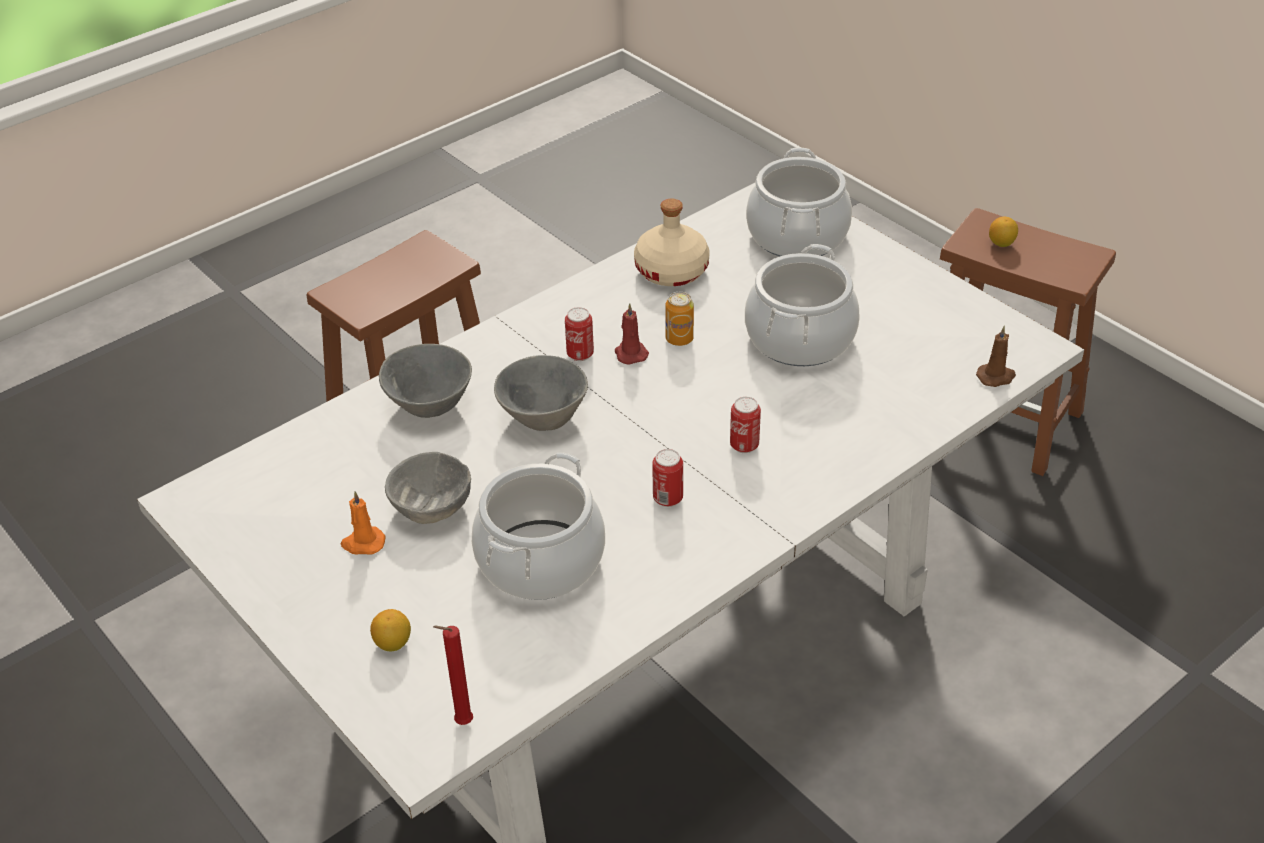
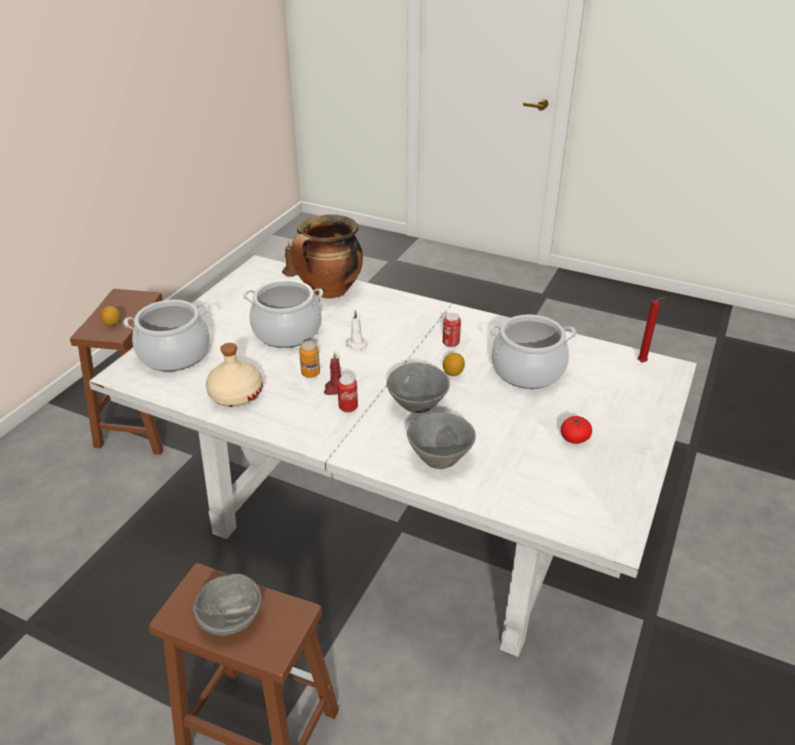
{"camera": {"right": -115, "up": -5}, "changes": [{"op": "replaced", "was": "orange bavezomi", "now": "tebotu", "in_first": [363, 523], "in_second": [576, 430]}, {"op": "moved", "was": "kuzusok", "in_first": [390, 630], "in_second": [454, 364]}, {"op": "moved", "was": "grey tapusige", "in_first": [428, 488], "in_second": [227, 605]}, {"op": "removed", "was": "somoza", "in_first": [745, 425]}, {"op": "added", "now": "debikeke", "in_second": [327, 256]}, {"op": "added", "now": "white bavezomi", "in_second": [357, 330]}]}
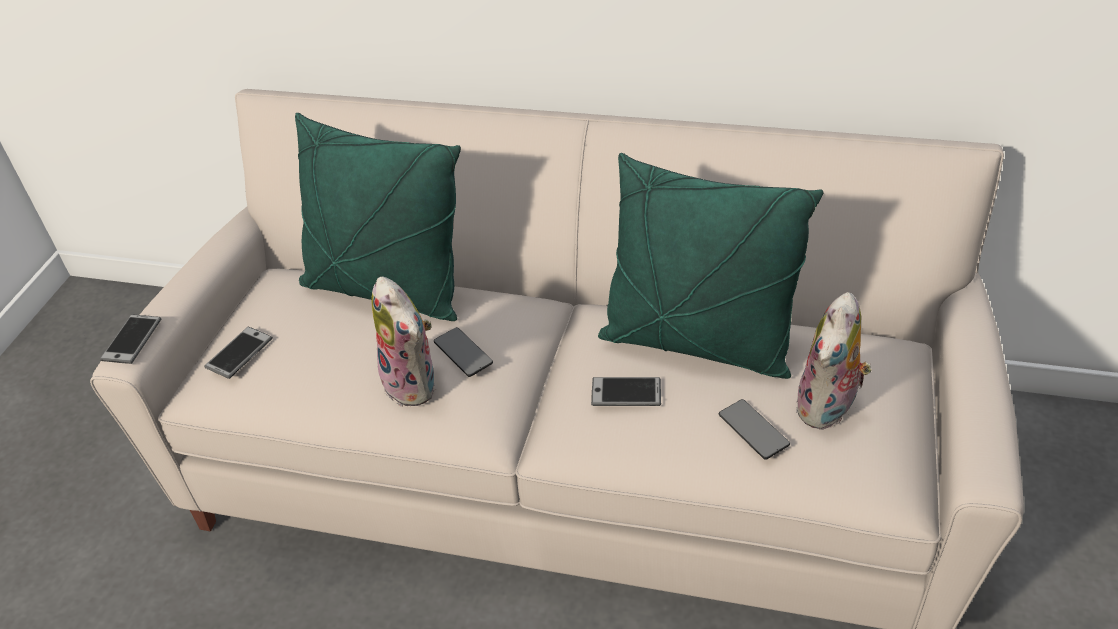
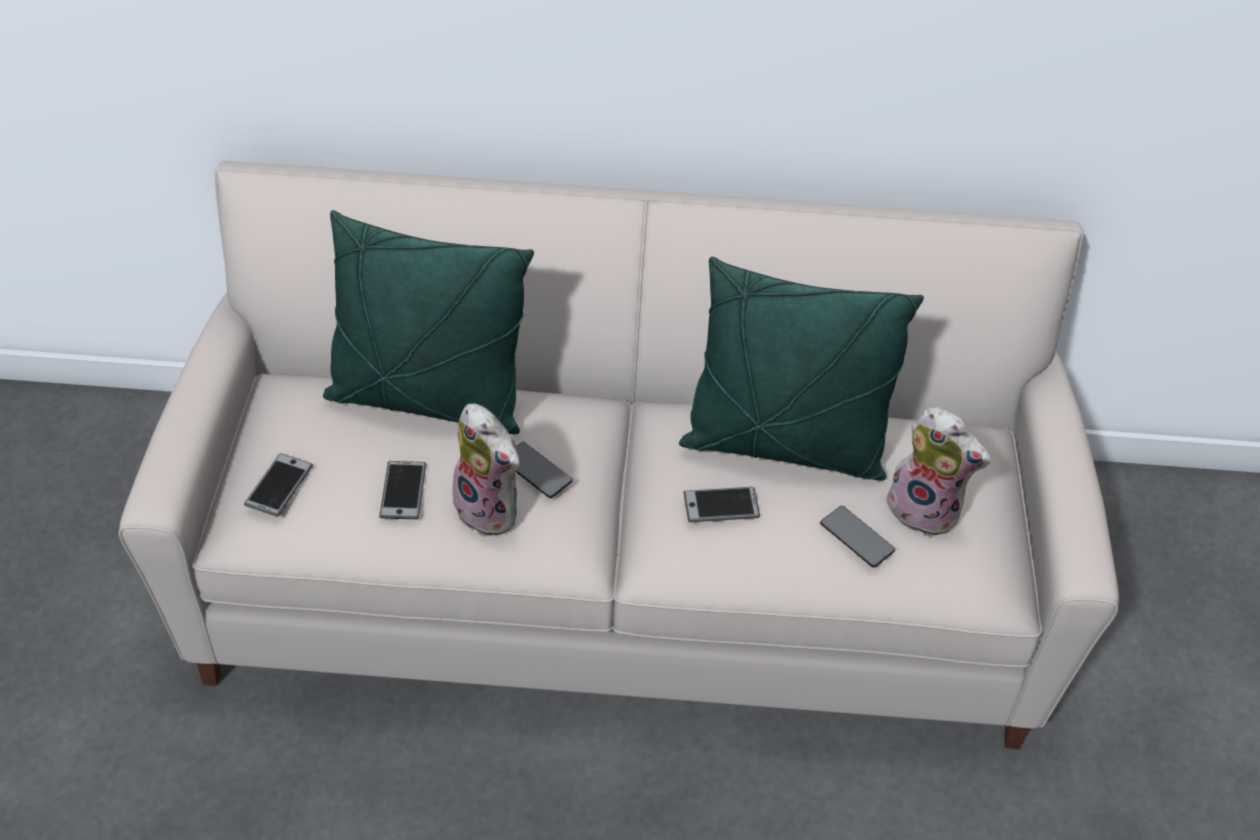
{"camera": {"right": -15, "up": 5}, "changes": [{"op": "moved", "was": "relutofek", "in_first": [130, 339], "in_second": [402, 490]}, {"op": "turned", "was": "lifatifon", "in_first": [834, 361], "in_second": [937, 472], "clockwise": -75}]}
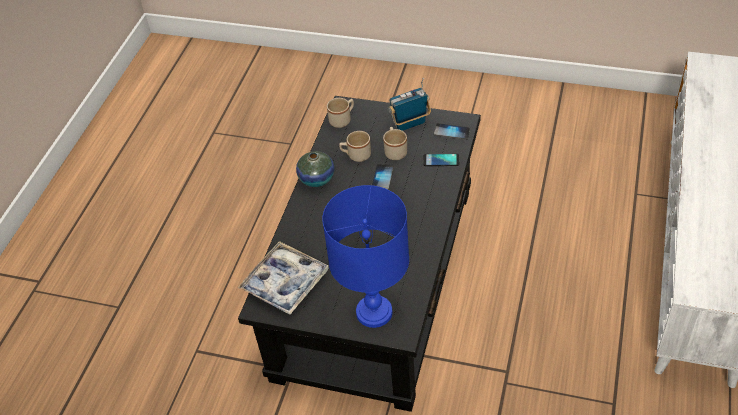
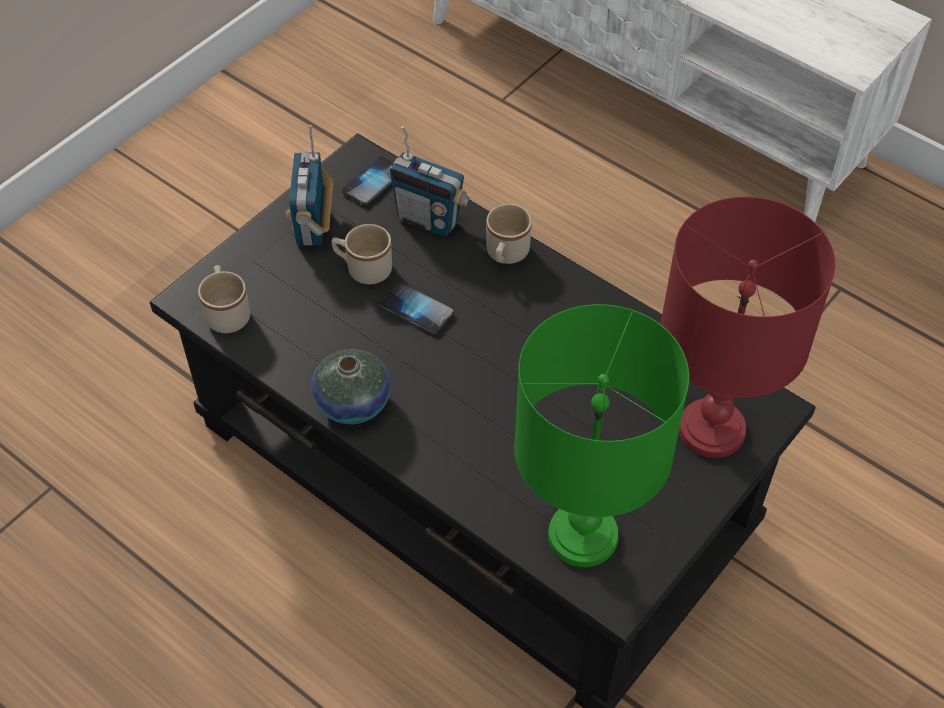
{"camera": {"right": -70, "up": 5}, "changes": [{"op": "replaced", "was": "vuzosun", "now": "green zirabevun", "in_first": [283, 278], "in_second": [601, 435]}, {"op": "recoloured", "was": "blue zirabevun", "now": "red zirabevun", "in_first": [365, 256], "in_second": [748, 327]}, {"op": "moved", "was": "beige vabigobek", "in_first": [355, 146], "in_second": [509, 234]}, {"op": "replaced", "was": "relutofek", "now": "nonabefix", "in_first": [441, 160], "in_second": [429, 181]}]}
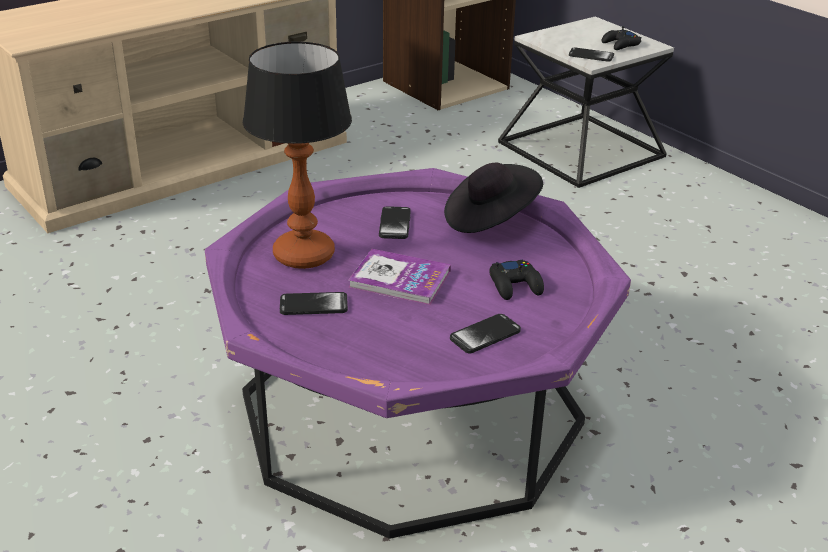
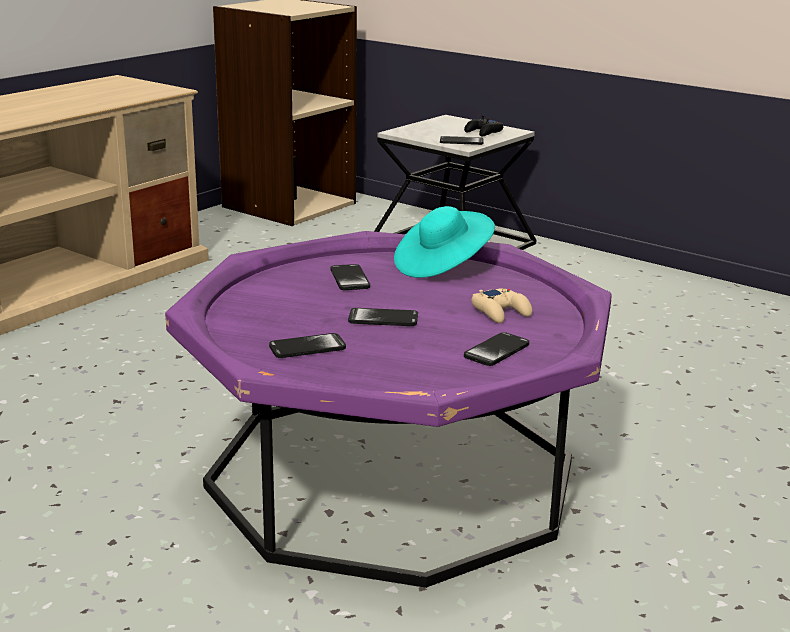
{"camera": {"right": -15, "up": -10}, "changes": [{"op": "removed", "was": "zirabevun", "in_first": [297, 155]}, {"op": "replaced", "was": "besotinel", "now": "relutofek", "in_first": [399, 277], "in_second": [383, 317]}, {"op": "recoloured", "was": "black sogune", "now": "turquoise sogune", "in_first": [493, 198], "in_second": [444, 242]}, {"op": "recoloured", "was": "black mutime", "now": "beige mutime", "in_first": [516, 280], "in_second": [501, 305]}]}
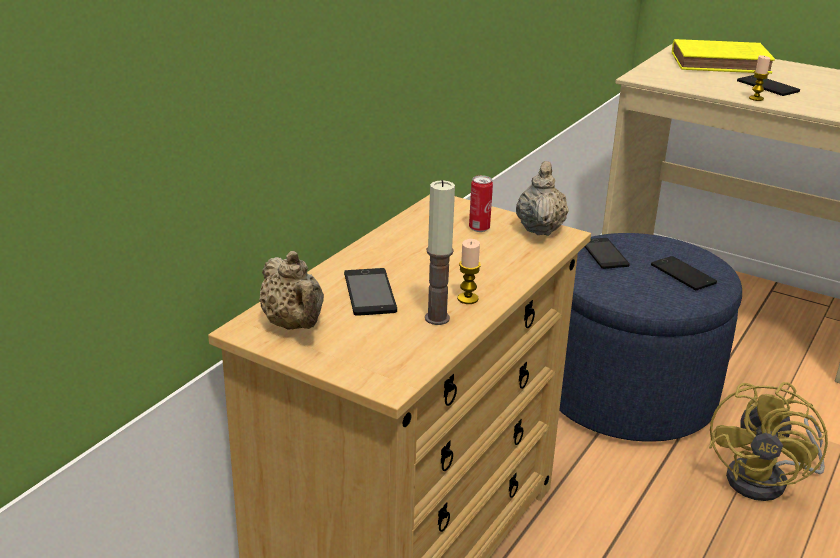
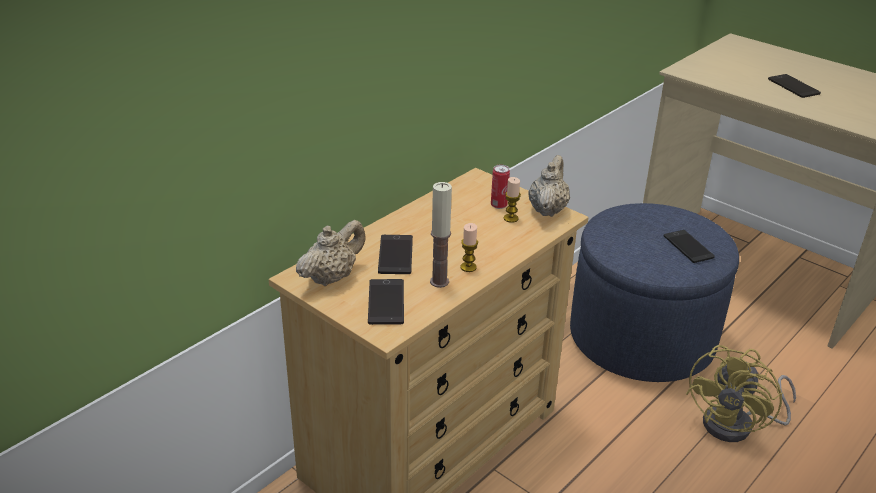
{"camera": {"right": 10, "up": 5}, "changes": [{"op": "turned", "was": "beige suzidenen", "in_first": [291, 290], "in_second": [331, 253], "clockwise": -120}, {"op": "moved", "was": "relutofek", "in_first": [607, 253], "in_second": [386, 302]}, {"op": "removed", "was": "yellow besotinel", "in_first": [723, 56]}, {"op": "moved", "was": "bavezomi", "in_first": [759, 78], "in_second": [512, 200]}]}
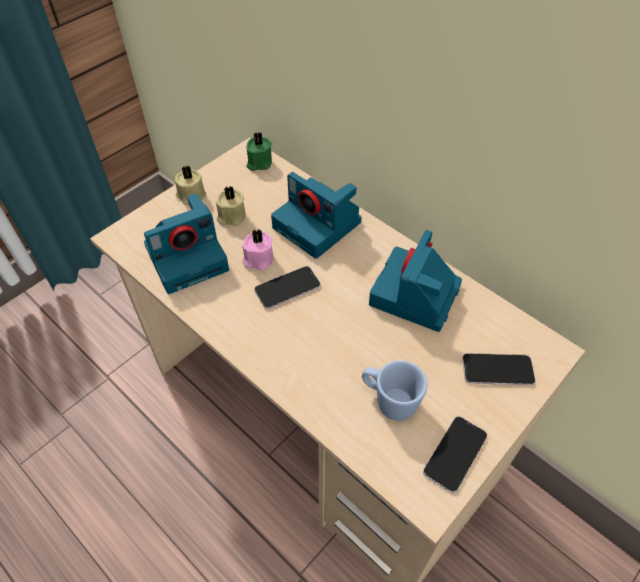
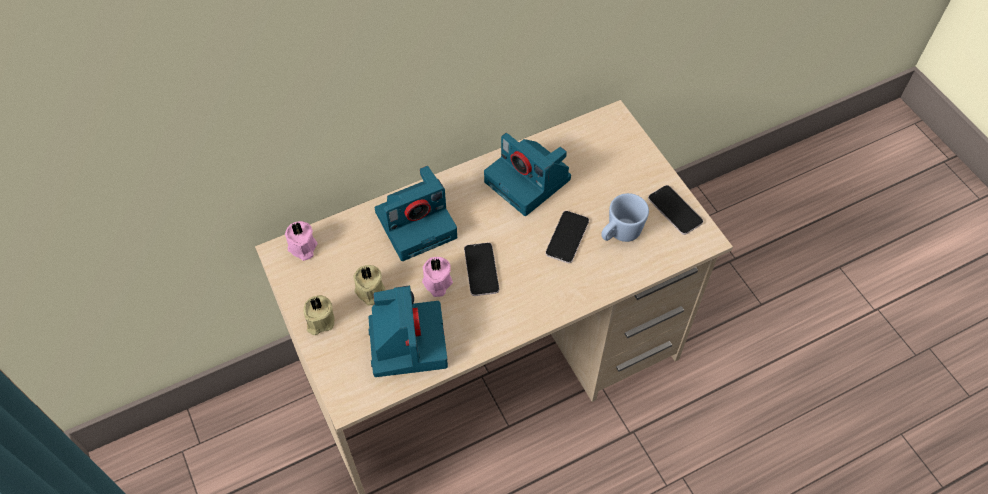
{"camera": {"right": -70, "up": 5}, "changes": [{"op": "recoloured", "was": "green bavezomi", "now": "pink bavezomi", "in_first": [259, 151], "in_second": [301, 241]}, {"op": "moved", "was": "relutofek", "in_first": [499, 369], "in_second": [567, 237]}]}
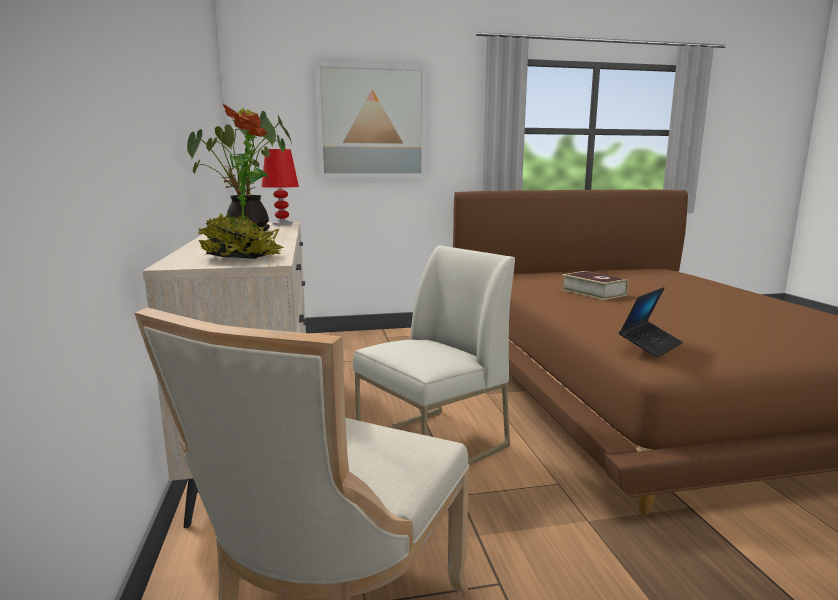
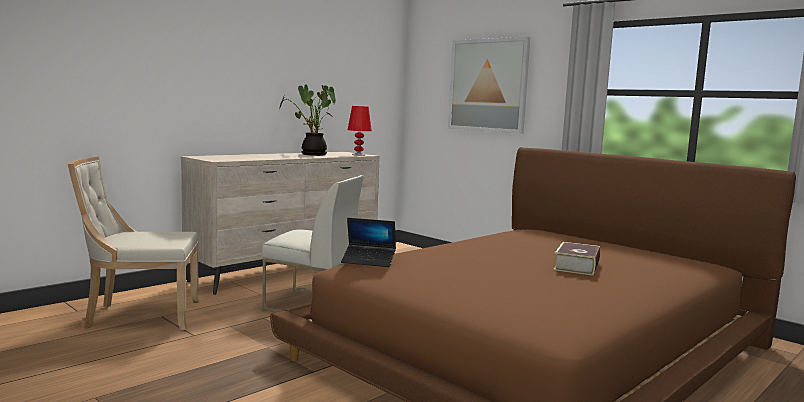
{"camera": {"right": 55, "up": -5}, "changes": [{"op": "removed", "was": "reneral", "in_first": [240, 181]}, {"op": "moved", "was": "besotinel", "in_first": [594, 285], "in_second": [576, 259]}]}
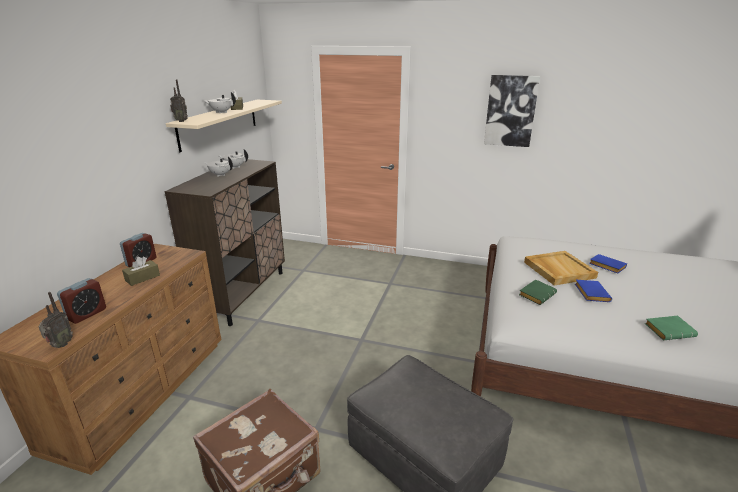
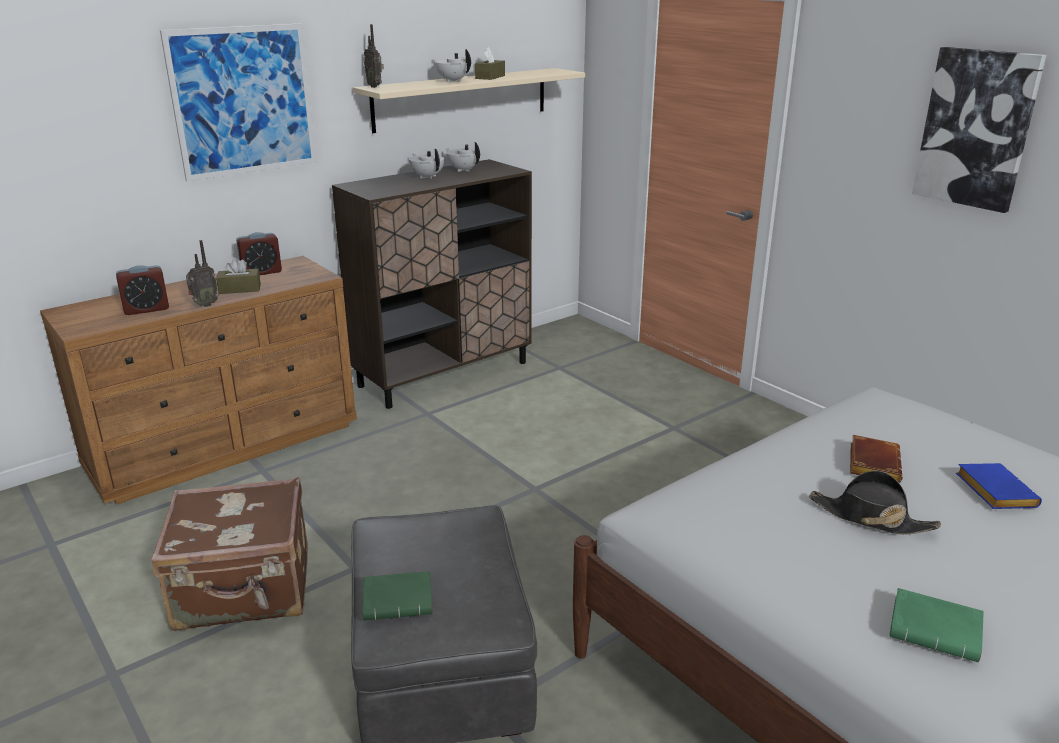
{"camera": {"right": 35, "up": 0}, "changes": [{"op": "moved", "was": "nonabefix", "in_first": [56, 320], "in_second": [202, 273]}, {"op": "moved", "was": "green besotinel", "in_first": [538, 292], "in_second": [397, 596]}, {"op": "replaced", "was": "beige vuzosun", "now": "brown besotinel", "in_first": [561, 268], "in_second": [876, 459]}, {"op": "replaced", "was": "blue besotinel", "now": "black sogune", "in_first": [593, 291], "in_second": [875, 502]}, {"op": "added", "now": "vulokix", "in_second": [238, 102]}]}
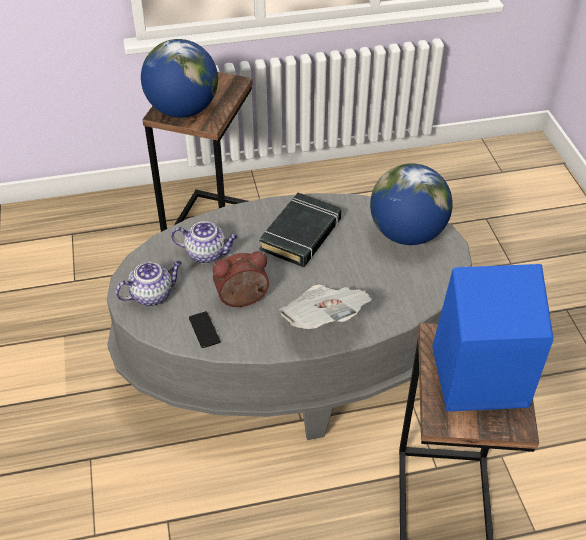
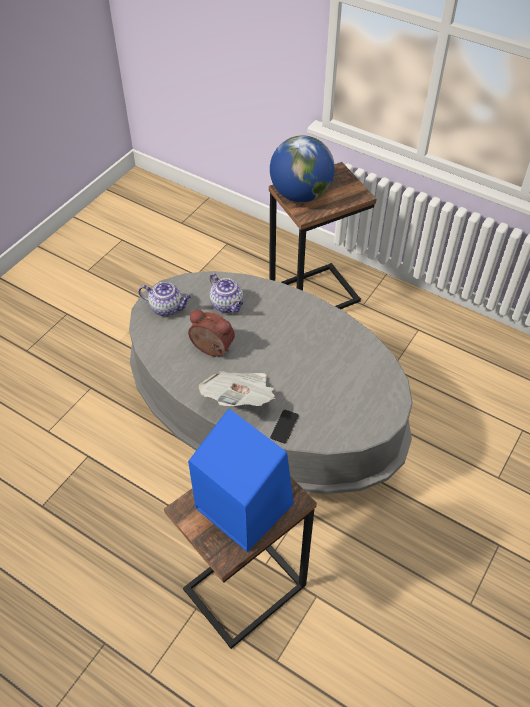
{"camera": {"right": 45, "up": 5}, "changes": [{"op": "moved", "was": "relutofek", "in_first": [205, 329], "in_second": [284, 426]}, {"op": "removed", "was": "black besotinel", "in_first": [300, 230]}, {"op": "removed", "was": "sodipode", "in_first": [411, 204]}]}
